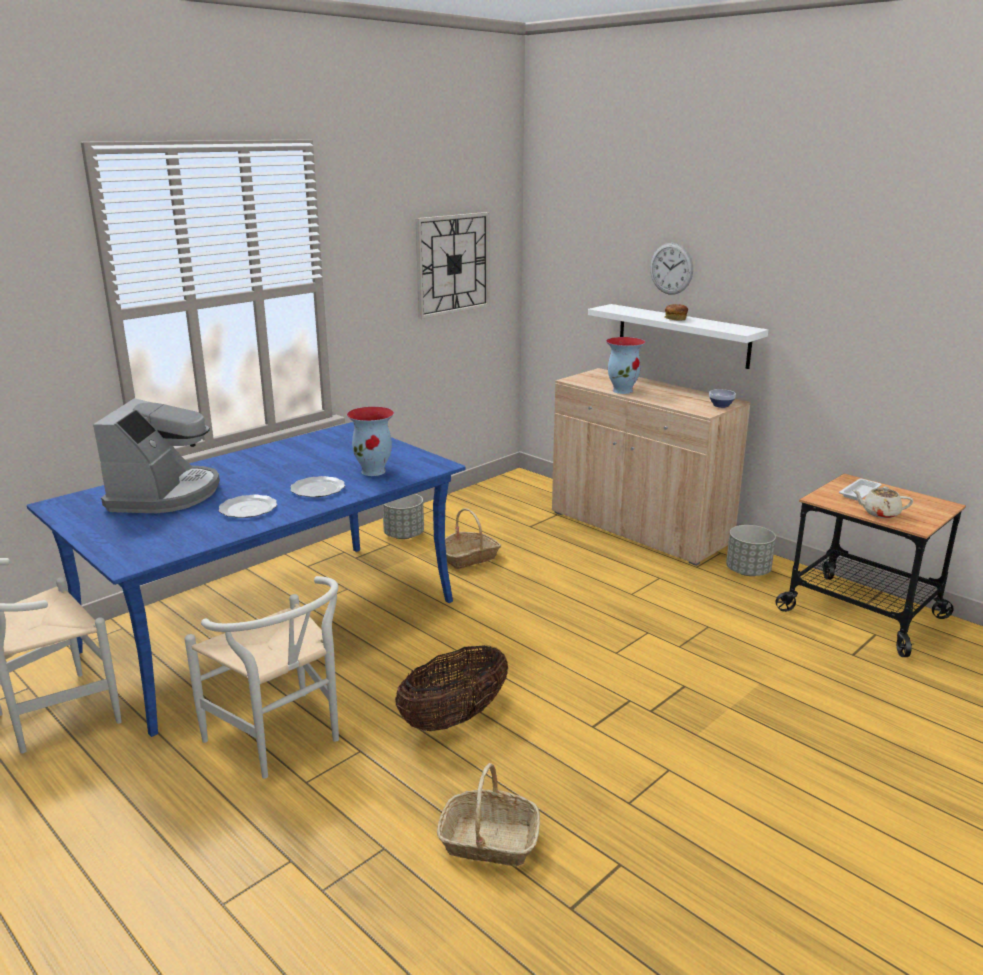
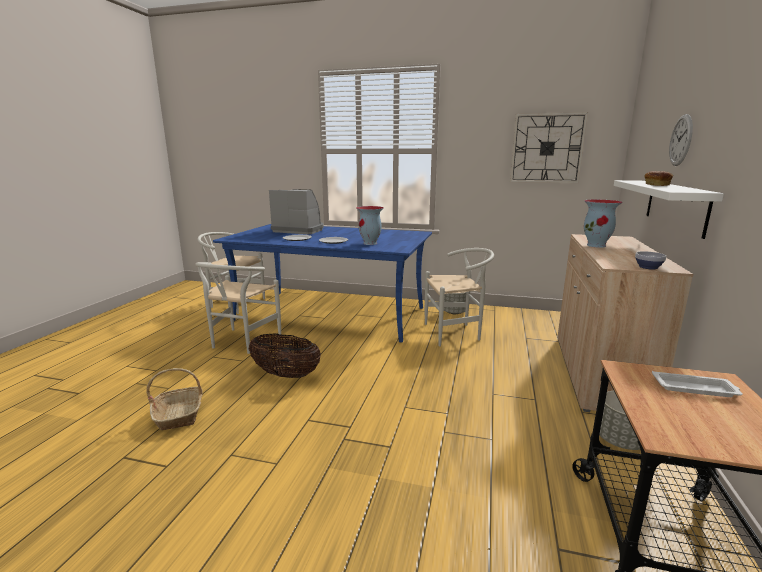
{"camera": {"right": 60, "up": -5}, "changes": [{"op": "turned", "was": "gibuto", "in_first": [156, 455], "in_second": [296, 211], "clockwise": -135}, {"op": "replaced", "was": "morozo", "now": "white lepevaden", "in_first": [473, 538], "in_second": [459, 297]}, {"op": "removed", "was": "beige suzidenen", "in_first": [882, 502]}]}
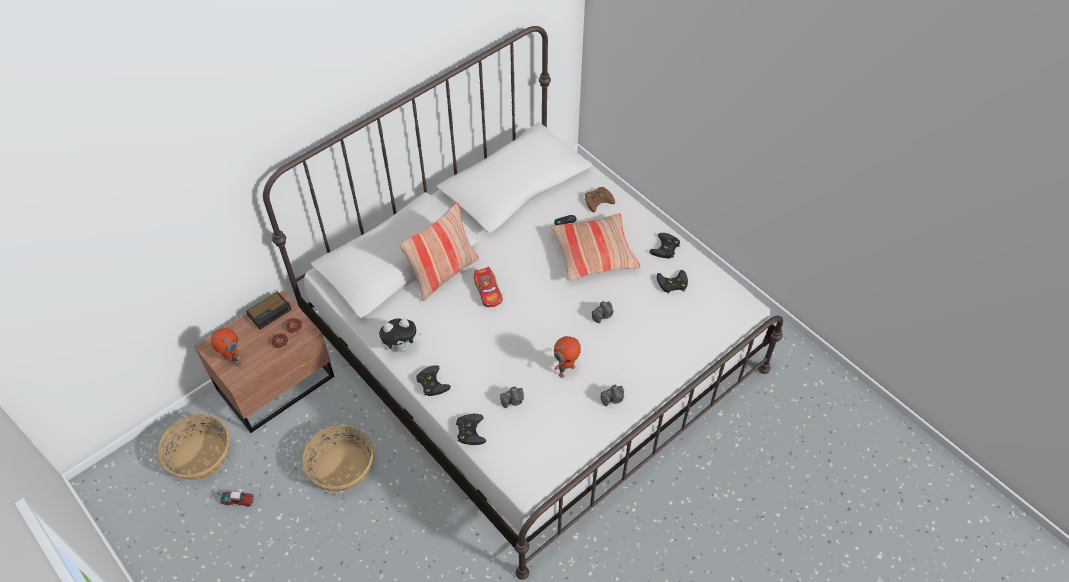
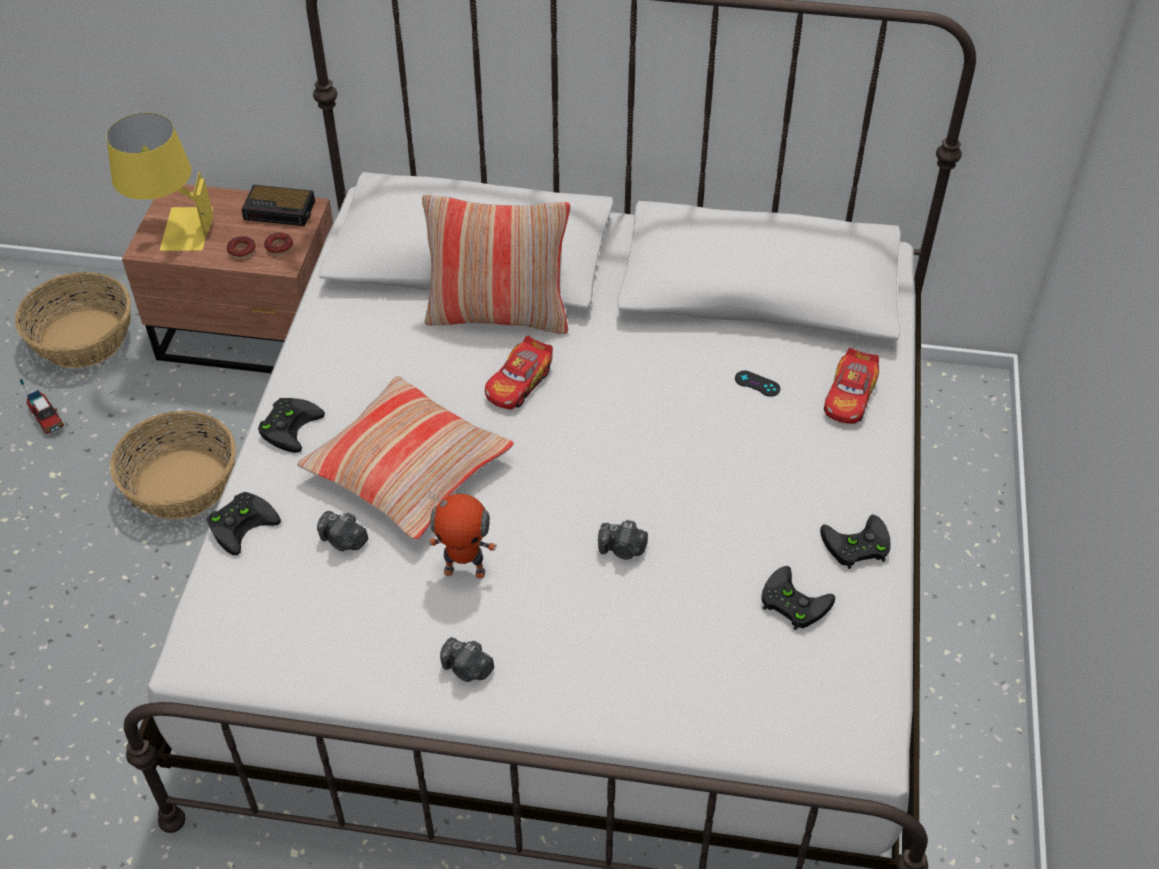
{"camera": {"right": 50, "up": -5}, "changes": [{"op": "replaced", "was": "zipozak", "now": "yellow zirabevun", "in_first": [226, 347], "in_second": [160, 182]}, {"op": "removed", "was": "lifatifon", "in_first": [400, 335]}, {"op": "moved", "was": "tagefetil", "in_first": [595, 247], "in_second": [405, 458]}, {"op": "replaced", "was": "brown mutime", "now": "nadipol", "in_first": [600, 199], "in_second": [851, 386]}]}
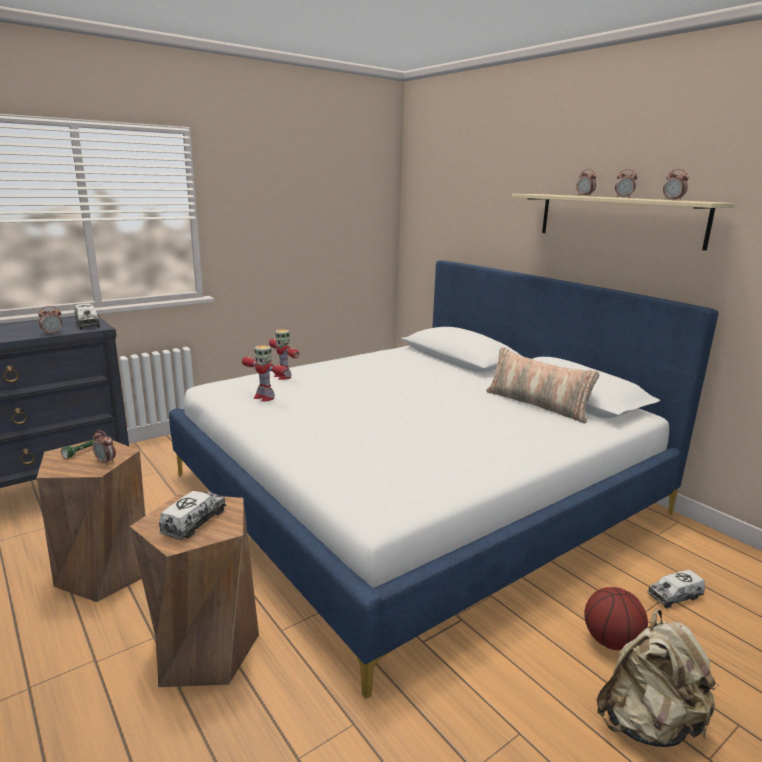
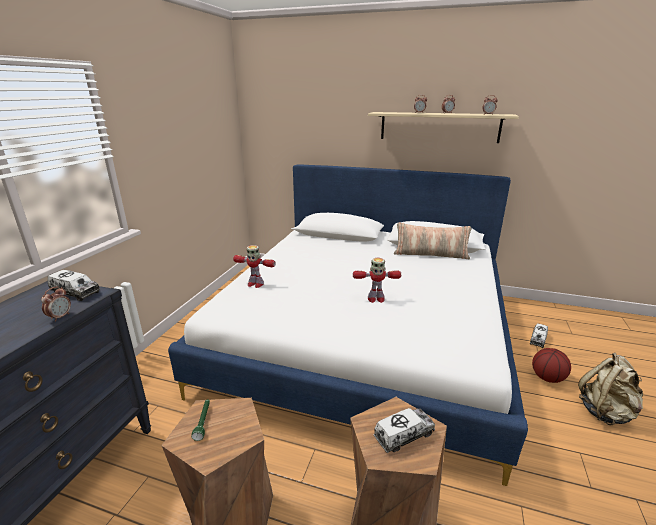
{"camera": {"right": -35, "up": 5}, "changes": [{"op": "removed", "was": "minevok", "in_first": [104, 447]}, {"op": "turned", "was": "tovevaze", "in_first": [192, 515], "in_second": [404, 430], "clockwise": 75}, {"op": "moved", "was": "zipozak", "in_first": [265, 373], "in_second": [377, 280]}]}
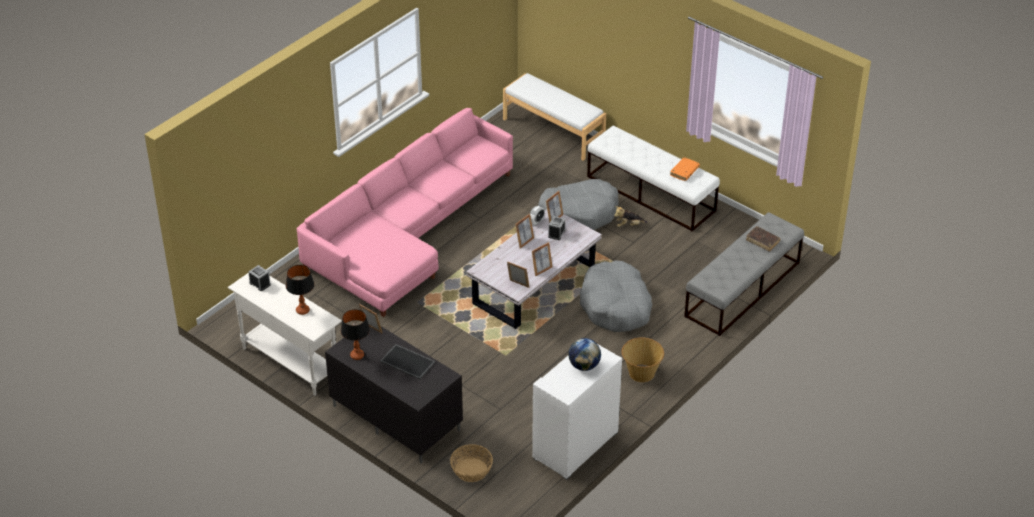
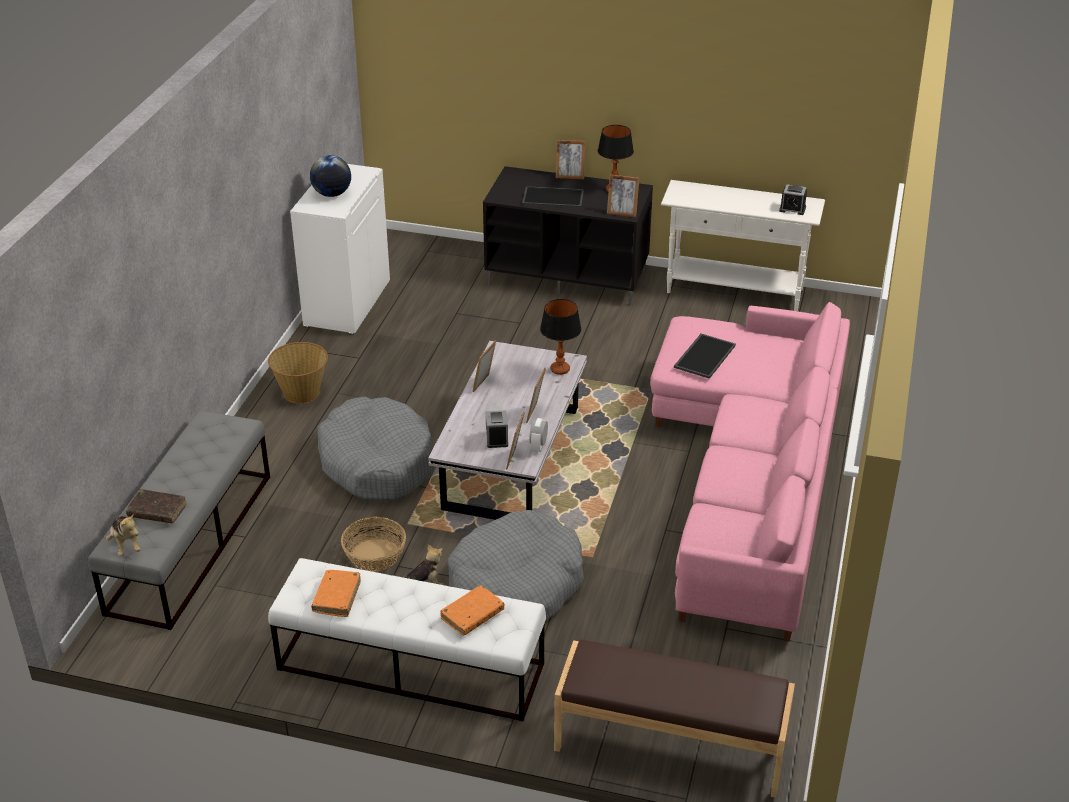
{"camera": {"right": 155, "up": -5}, "changes": [{"op": "moved", "was": "zirabevun", "in_first": [300, 290], "in_second": [560, 337]}, {"op": "moved", "was": "morozo", "in_first": [471, 463], "in_second": [373, 544]}, {"op": "recoloured", "was": "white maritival", "now": "brown maritival", "in_first": [554, 117], "in_second": [674, 719]}, {"op": "moved", "was": "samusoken", "in_first": [518, 274], "in_second": [570, 159]}, {"op": "added", "now": "lifatifon", "in_second": [123, 535]}, {"op": "added", "now": "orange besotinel", "in_second": [472, 610]}, {"op": "added", "now": "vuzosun", "in_second": [705, 356]}]}
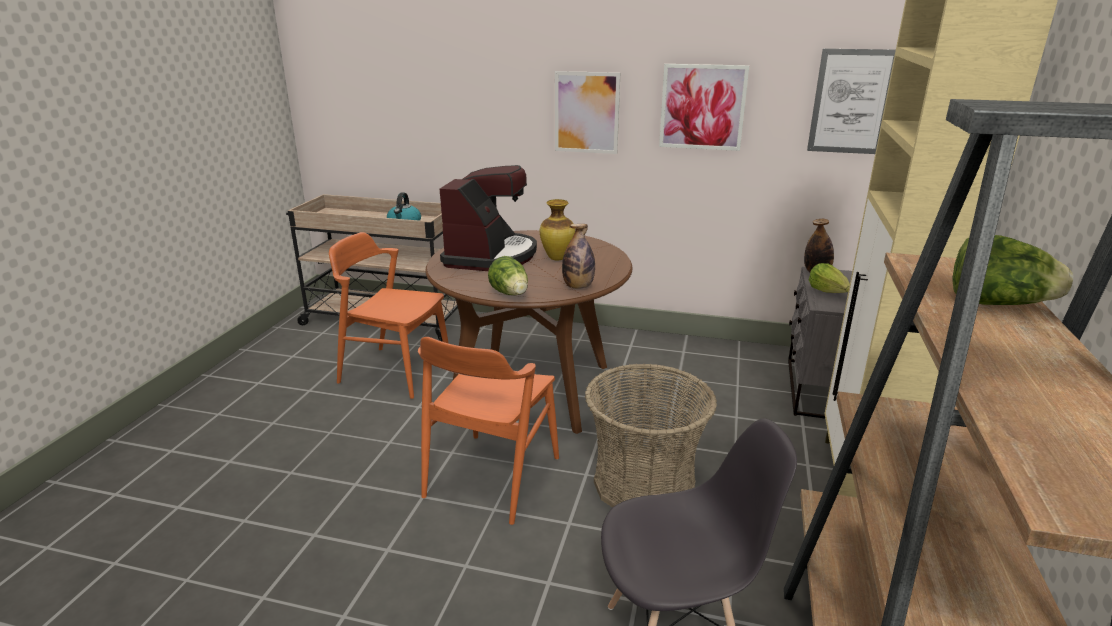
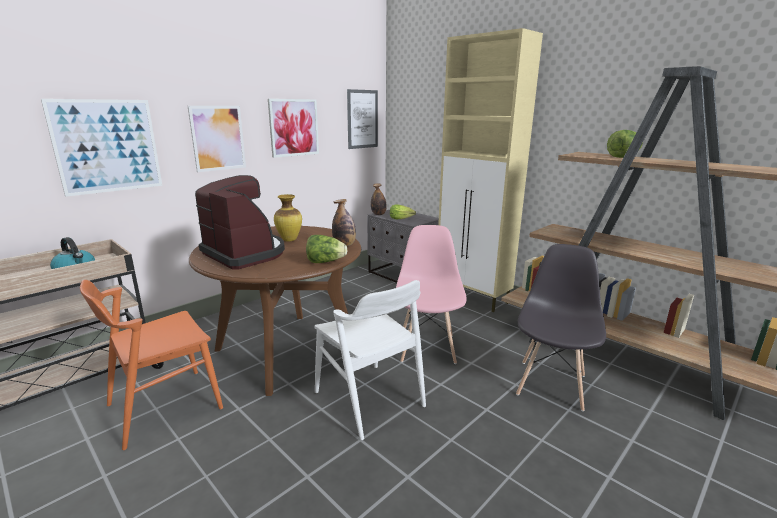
{"camera": {"right": -60, "up": -5}, "changes": [{"op": "recoloured", "was": "orange lepevaden", "now": "white lepevaden", "in_first": [488, 431], "in_second": [370, 360]}, {"op": "replaced", "was": "morozo", "now": "pink lepevaden", "in_first": [651, 436], "in_second": [431, 294]}, {"op": "added", "now": "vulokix", "in_second": [101, 148]}]}
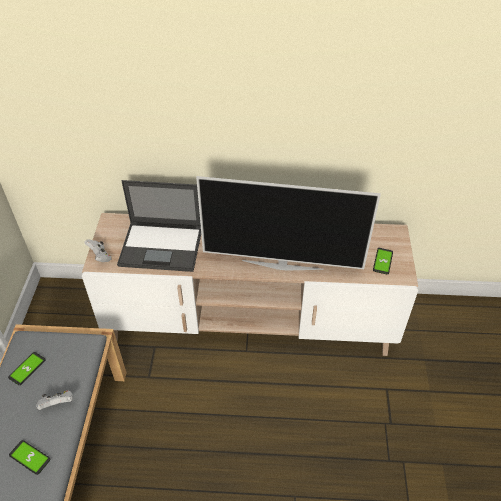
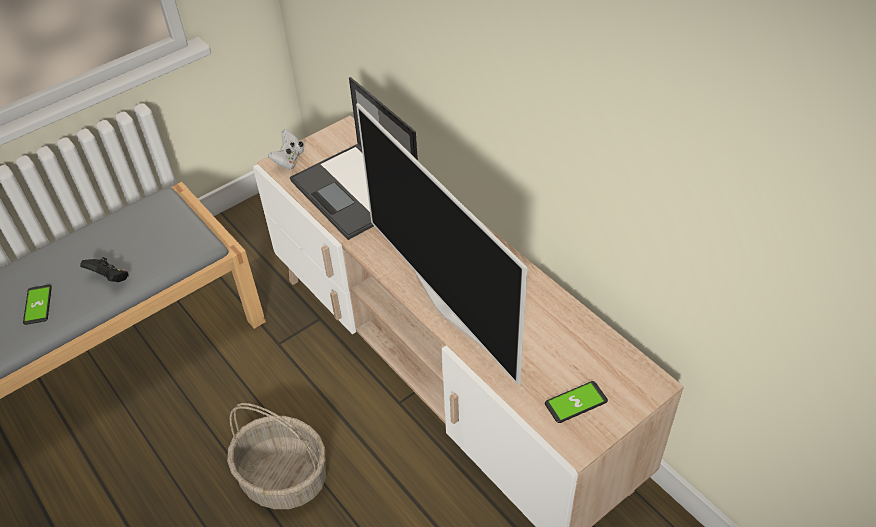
{"camera": {"right": 50, "up": 0}, "changes": [{"op": "removed", "was": "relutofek", "in_first": [27, 368]}, {"op": "recoloured", "was": "white mutime", "now": "black mutime", "in_first": [54, 400], "in_second": [104, 270]}, {"op": "added", "now": "morozo", "in_second": [276, 456]}]}
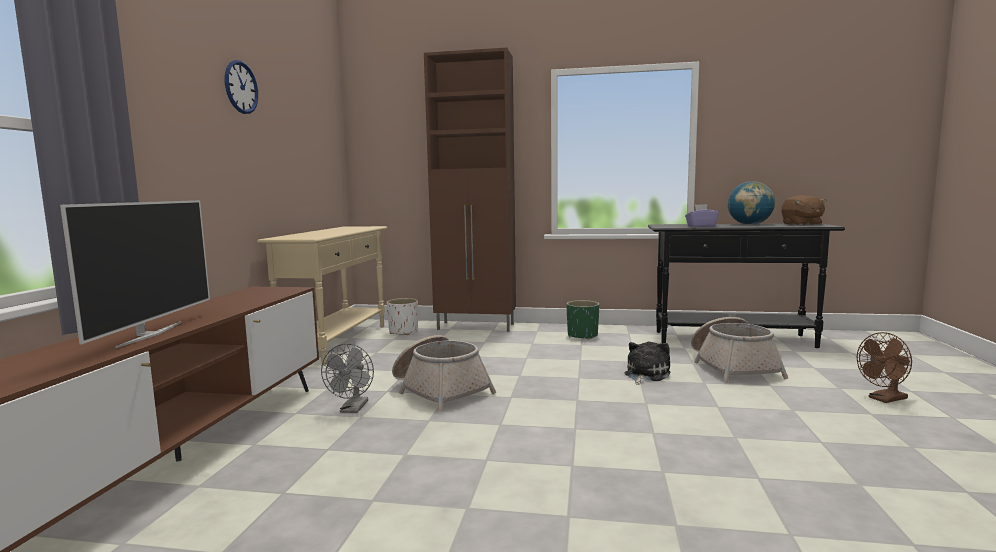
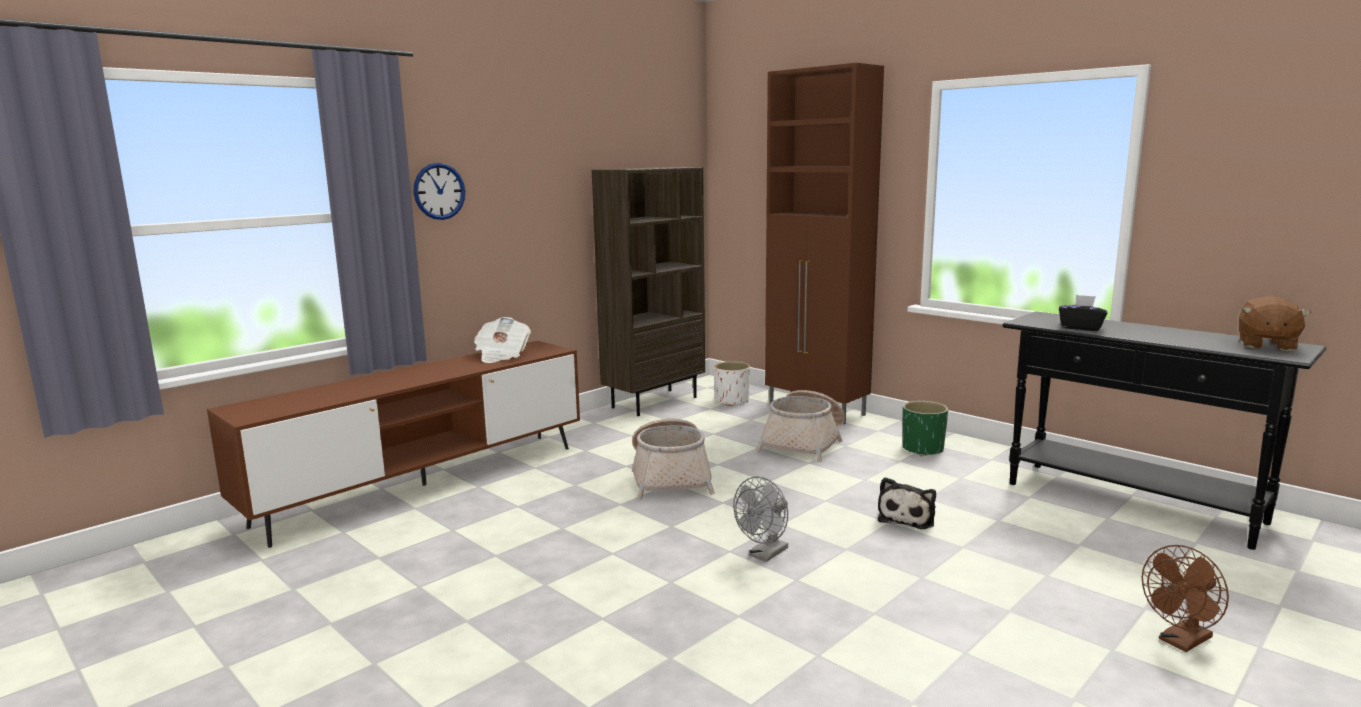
{"camera": {"right": 35, "up": 5}, "changes": [{"op": "removed", "was": "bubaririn", "in_first": [135, 274]}, {"op": "moved", "was": "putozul", "in_first": [241, 87], "in_second": [439, 191]}, {"op": "replaced", "was": "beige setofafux", "now": "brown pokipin", "in_first": [322, 296], "in_second": [648, 291]}, {"op": "moved", "was": "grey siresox", "in_first": [347, 378], "in_second": [760, 519]}, {"op": "turned", "was": "lifatifon", "in_first": [647, 363], "in_second": [907, 503], "clockwise": 135}, {"op": "recoloured", "was": "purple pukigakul", "now": "black pukigakul", "in_first": [702, 215], "in_second": [1083, 313]}, {"op": "moved", "was": "morozo", "in_first": [739, 350], "in_second": [800, 426]}, {"op": "removed", "was": "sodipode", "in_first": [751, 203]}, {"op": "turned", "was": "brown siresox", "in_first": [884, 367], "in_second": [1185, 598], "clockwise": -45}, {"op": "added", "now": "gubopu", "in_second": [502, 340]}]}
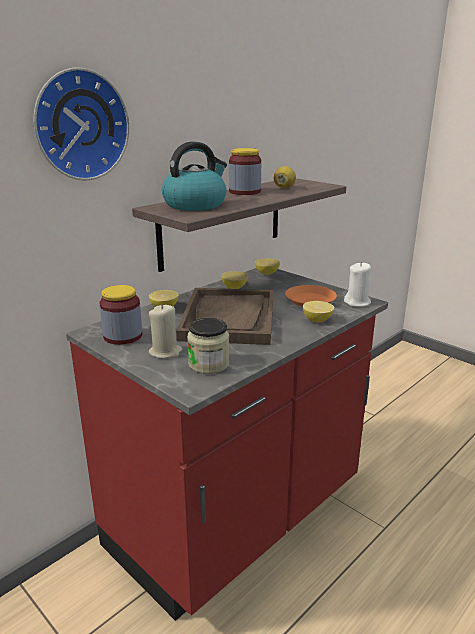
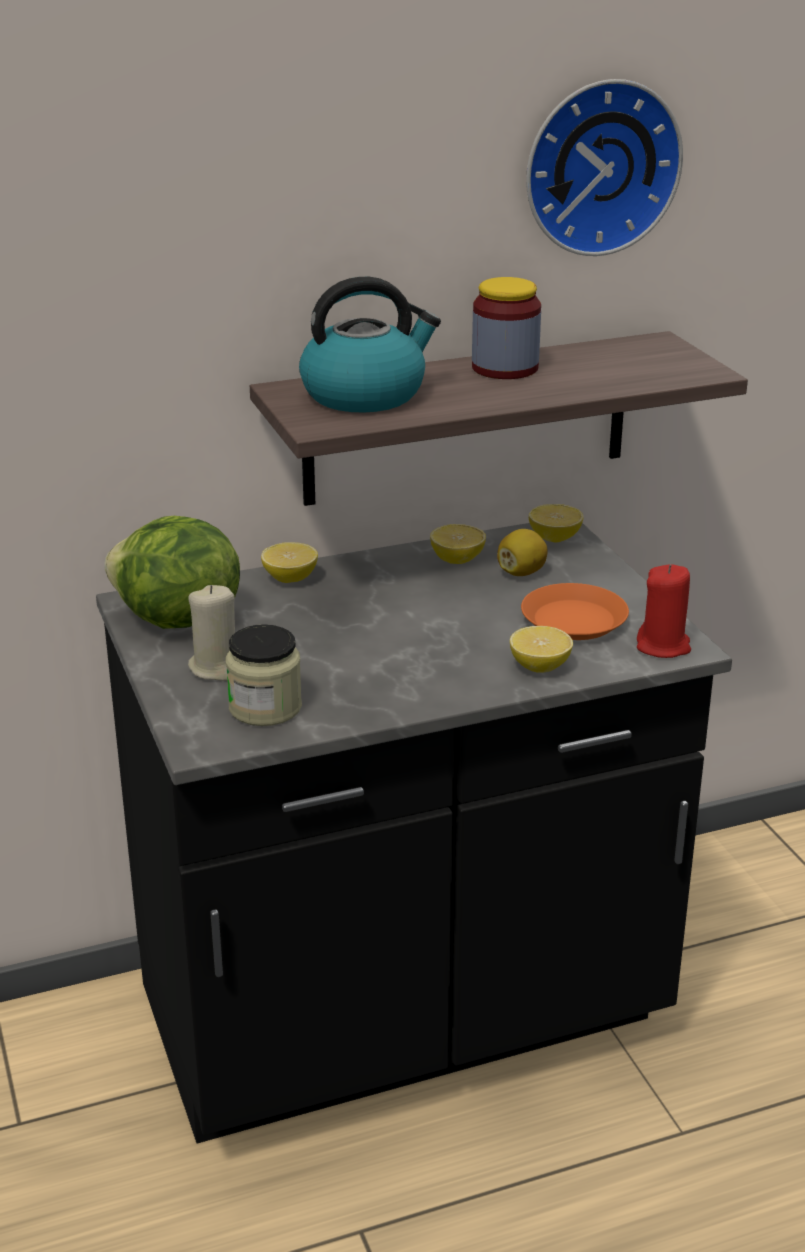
{"camera": {"right": 25, "up": 5}, "changes": [{"op": "moved", "was": "putozul", "in_first": [81, 123], "in_second": [604, 167]}, {"op": "recoloured", "was": "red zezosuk", "now": "black zezosuk", "in_first": [227, 444], "in_second": [414, 833]}, {"op": "replaced", "was": "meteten", "now": "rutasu", "in_first": [120, 315], "in_second": [172, 572]}, {"op": "removed", "was": "brown vuzosun", "in_first": [225, 316]}, {"op": "moved", "was": "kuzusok", "in_first": [285, 177], "in_second": [522, 552]}, {"op": "recoloured", "was": "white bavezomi", "now": "red bavezomi", "in_first": [357, 284], "in_second": [664, 611]}]}
